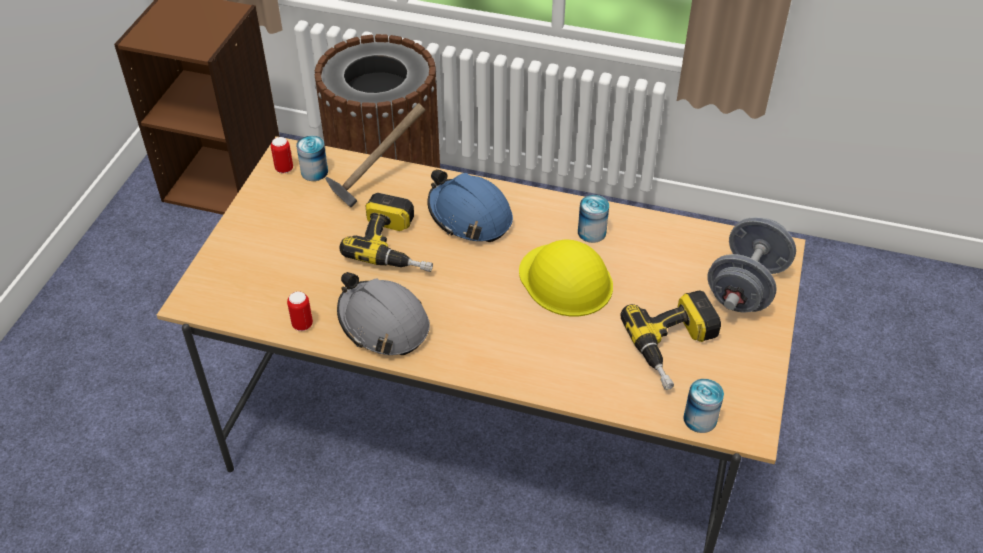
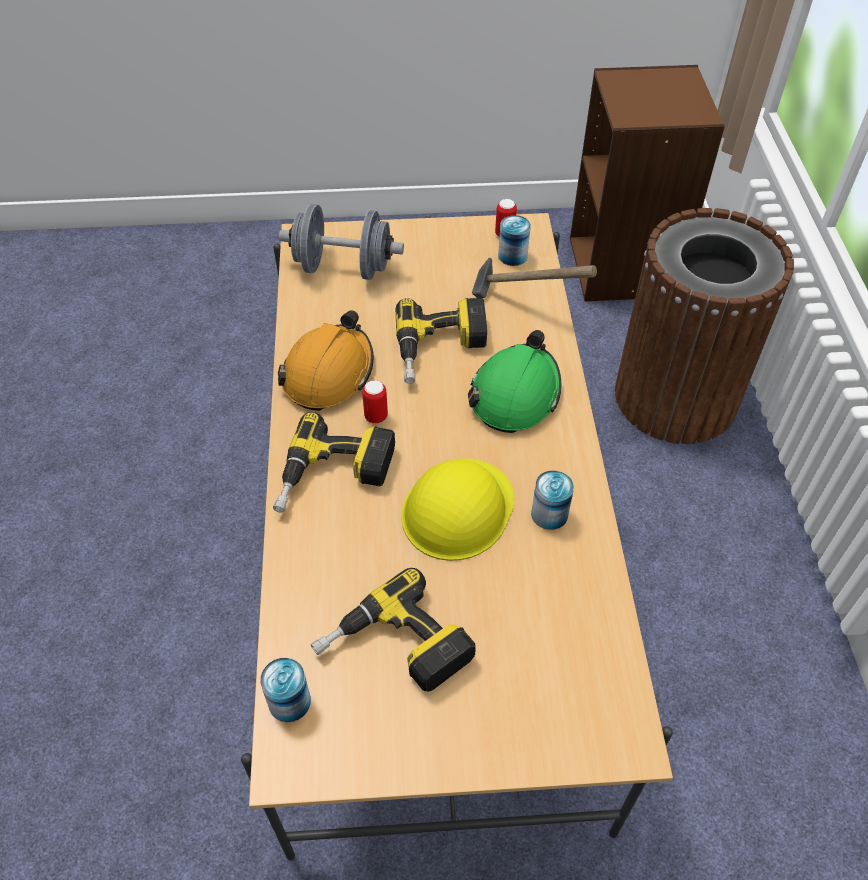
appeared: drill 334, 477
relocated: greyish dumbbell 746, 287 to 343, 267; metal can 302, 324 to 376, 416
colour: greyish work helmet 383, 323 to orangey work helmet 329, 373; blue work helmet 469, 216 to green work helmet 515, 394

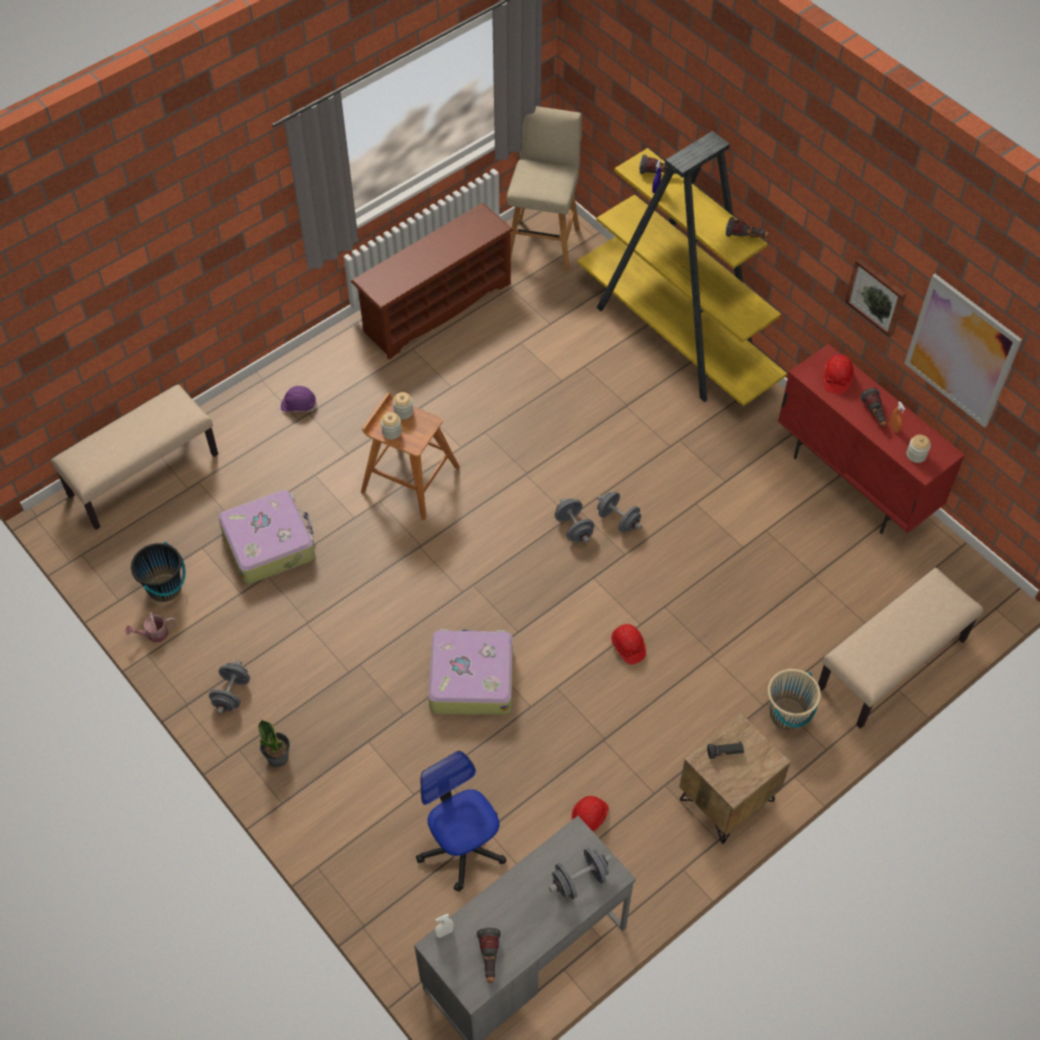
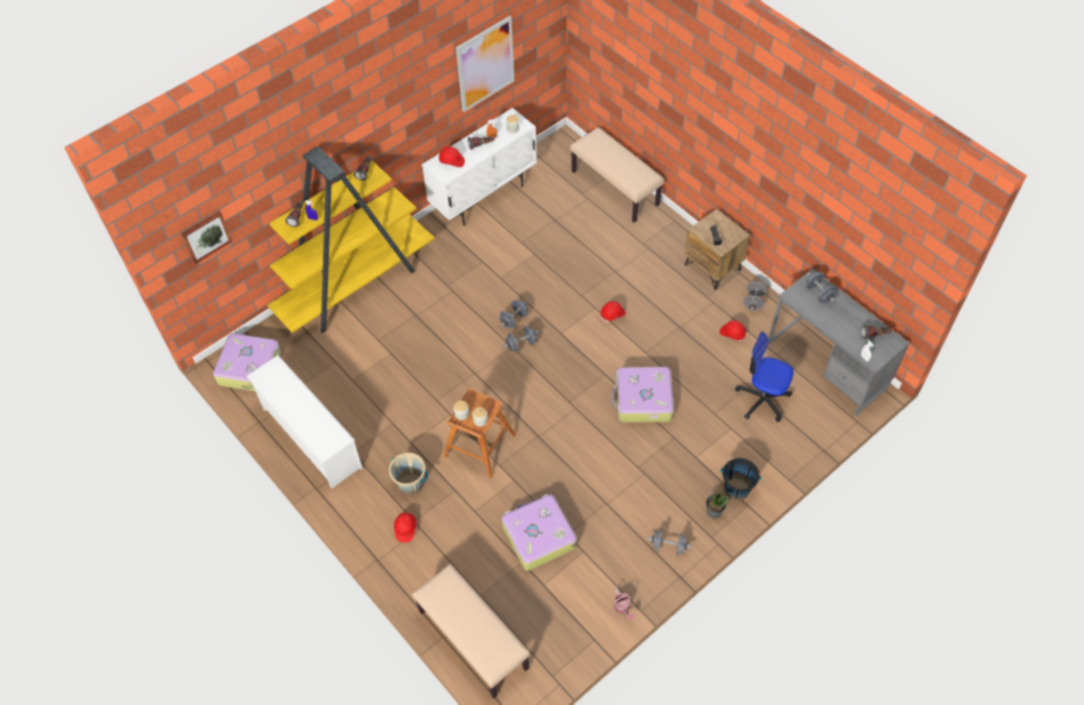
appeared: greyish dumbbell 753, 301
relocated: wall picture 876, 296 to 205, 236; beige-coloured bucket 787, 714 to 411, 483; black-coloured bucket 165, 588 to 736, 489
exchanged: beige-coloured sitting stool 543, 243 to suitcase 251, 368
colour: brownish shoe rack 436, 306 to white-coloured shoe rack 310, 438; purple work helmet 298, 405 to red-coloured work helmet 405, 529; red-coloured cupboard 854, 483 to white-coloured cupboard 484, 197
spun: office chair 462, 847 = 762, 399 60 degrees clockwise

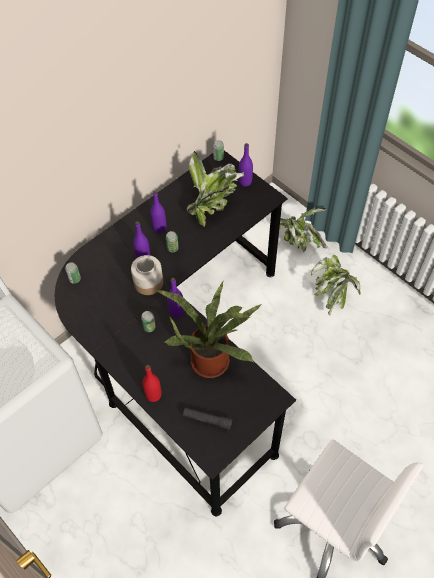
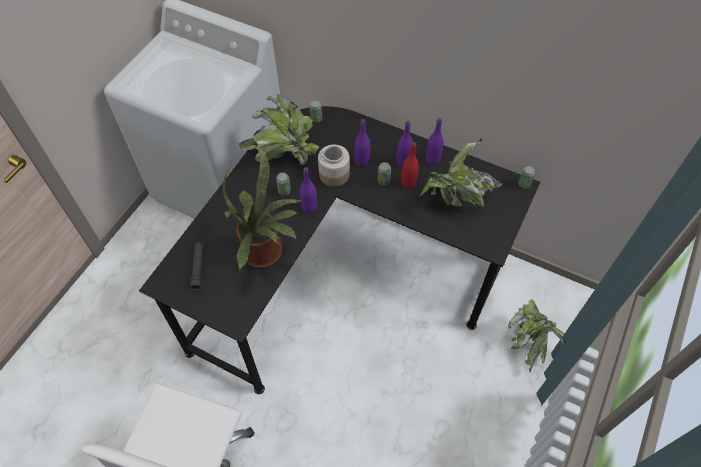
relocated: potted plant 333, 293 to 281, 153; red-coloured beverage bottle 153, 395 to 408, 183; purple beverage bottle 245, 182 to 432, 160

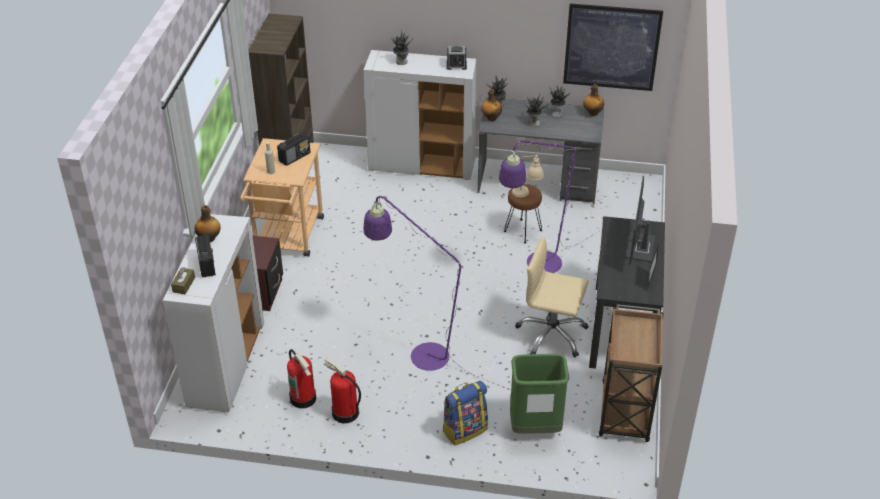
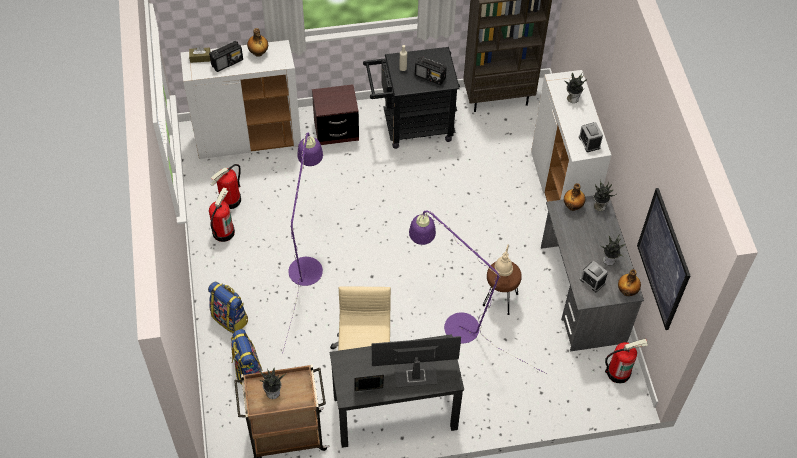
appeared: alarm clock 592, 281; fire extinguisher 618, 372
relocated: potted plant 533, 123 to 273, 392
exchanged: green trash can 535, 428 to rucksack 247, 369
colour: beige-coloured cart 287, 239 to black-coloured cart 411, 126

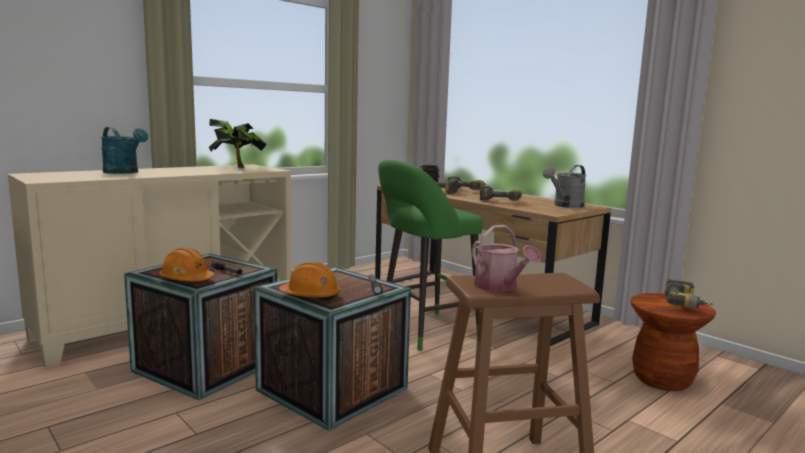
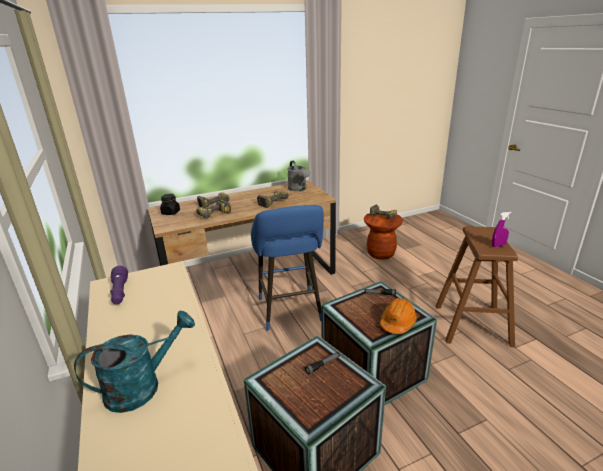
missing: orangey work helmet 186, 280
exchanged: potted plant 237, 166 to purple hand torch 120, 292; sprinkling can 499, 287 to purple spray bottle 498, 245
colour: green sitting stool 423, 331 to blue sitting stool 290, 312

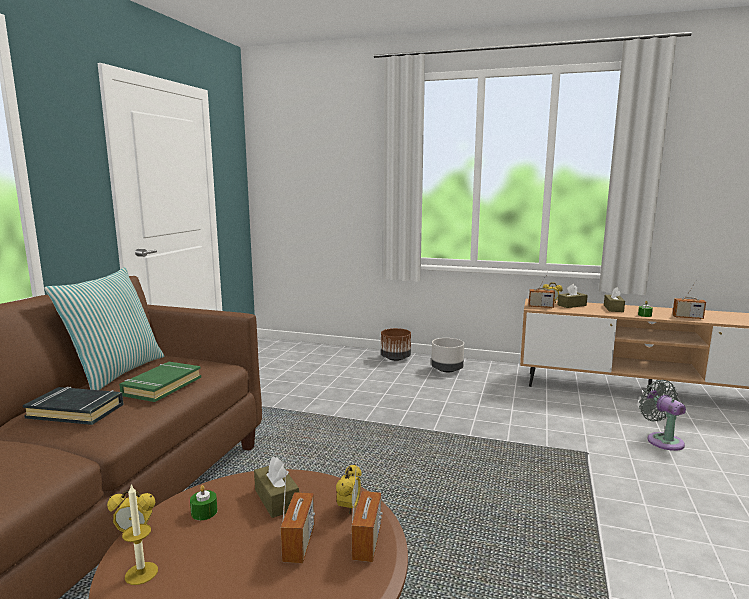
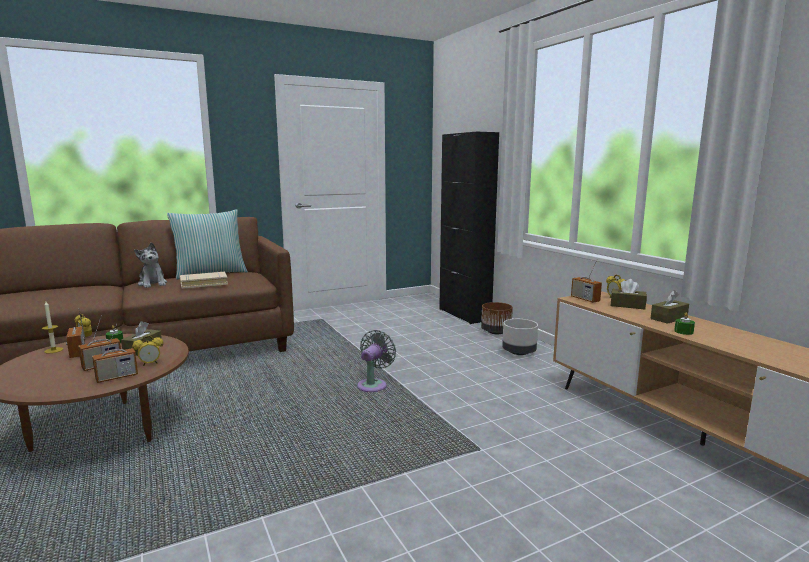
appeared: black-coloured cupboard 464, 314
relocated: radio receiver 687, 317 to 77, 352; greyish cooling fan 662, 440 to 373, 385
exchanged: black-coloured book 76, 411 to cuddly toy 153, 284
colour: green book 162, 386 to beige-coloured book 204, 283

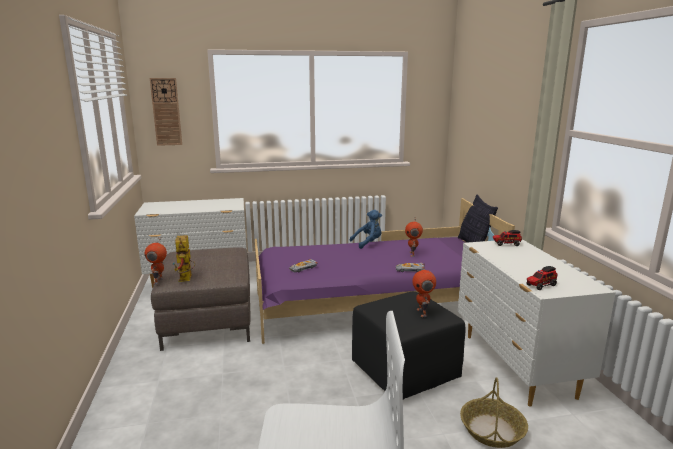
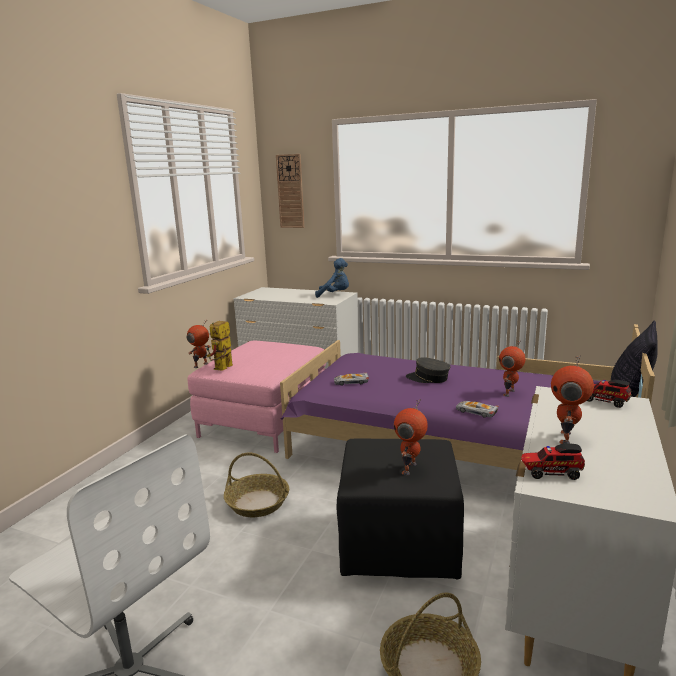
appeared: basket 258, 503; greyish peaked cap 428, 378; model robot 567, 438
relocated: blue cuddly toy 368, 243 to 335, 295
colour: brownish ottoman 209, 320 to pink ottoman 265, 420

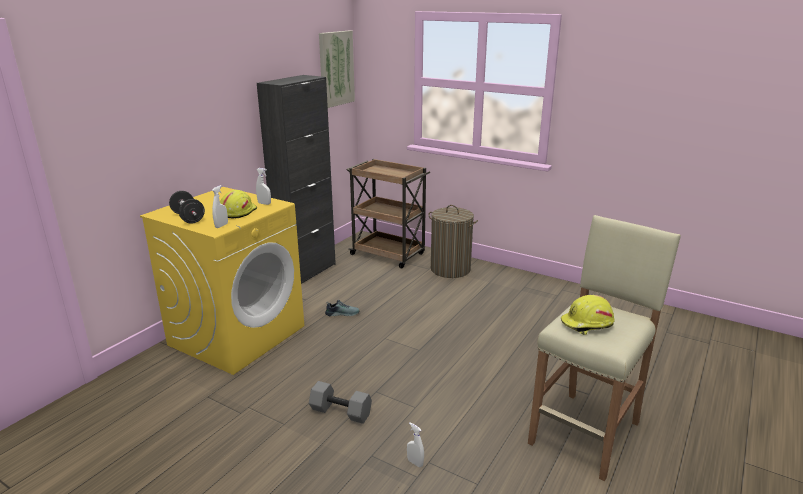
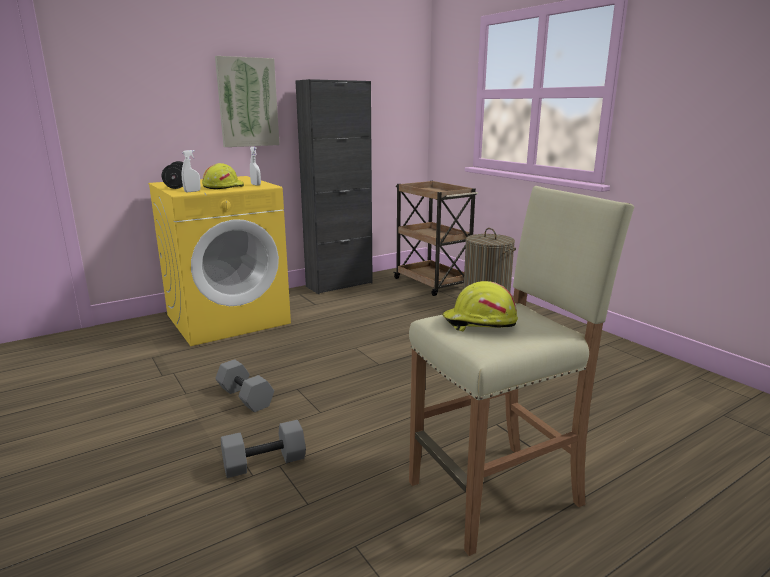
missing: low shoe 342, 313
relocated: wall picture 336, 68 to 247, 102
exchanged: white-coloured spray bottle 415, 462 to greyish dumbbell 265, 461

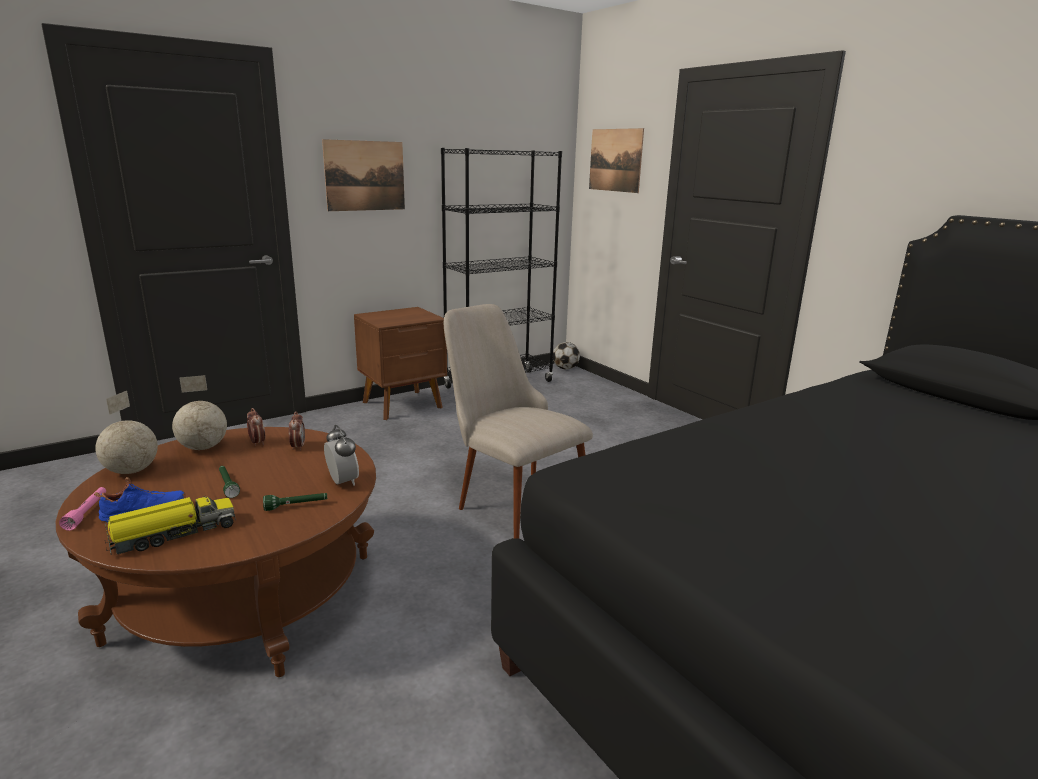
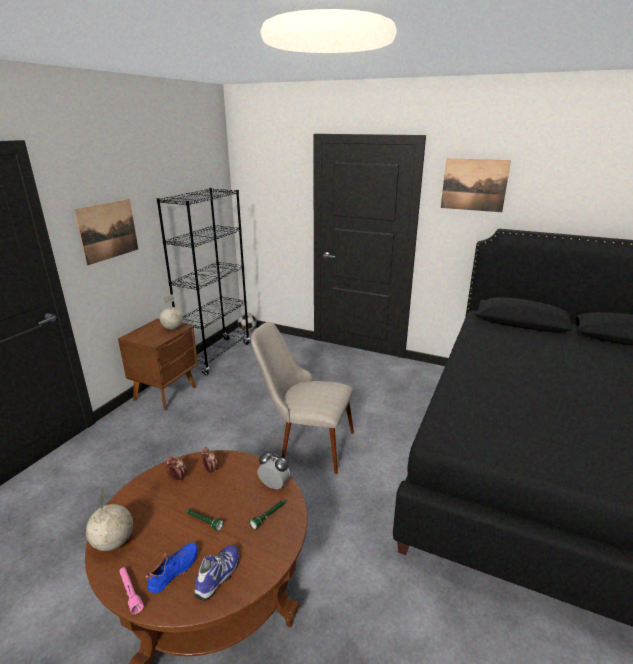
relocated: desk globe 203, 447 to 172, 328; wall picture 615, 160 to 474, 185
exchanged: model truck 173, 535 to low shoe 219, 576

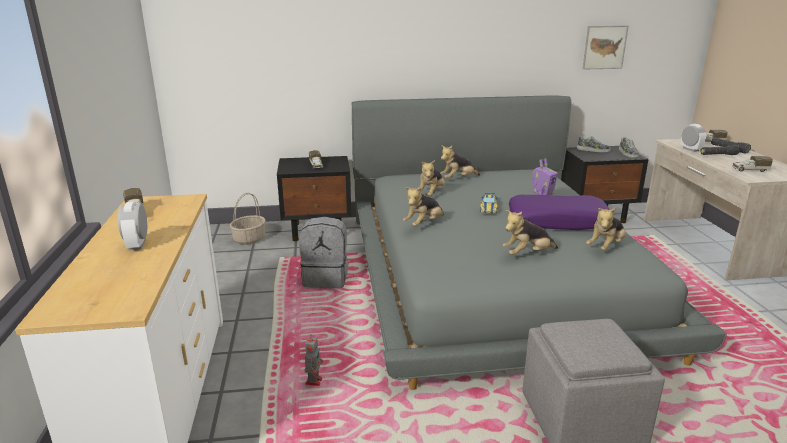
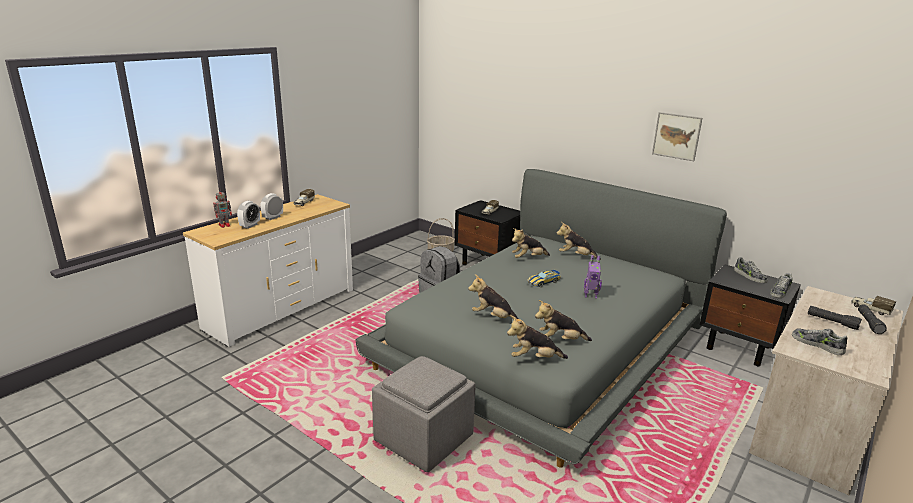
missing: purple cushion 557, 221
relocated: model robot 314, 381 to 225, 225; alarm clock 690, 149 to 250, 226; cuddly toy 424, 224 to 534, 358; wall picture 604, 47 to 676, 136
exchanged: model truck 749, 170 to low shoe 817, 344

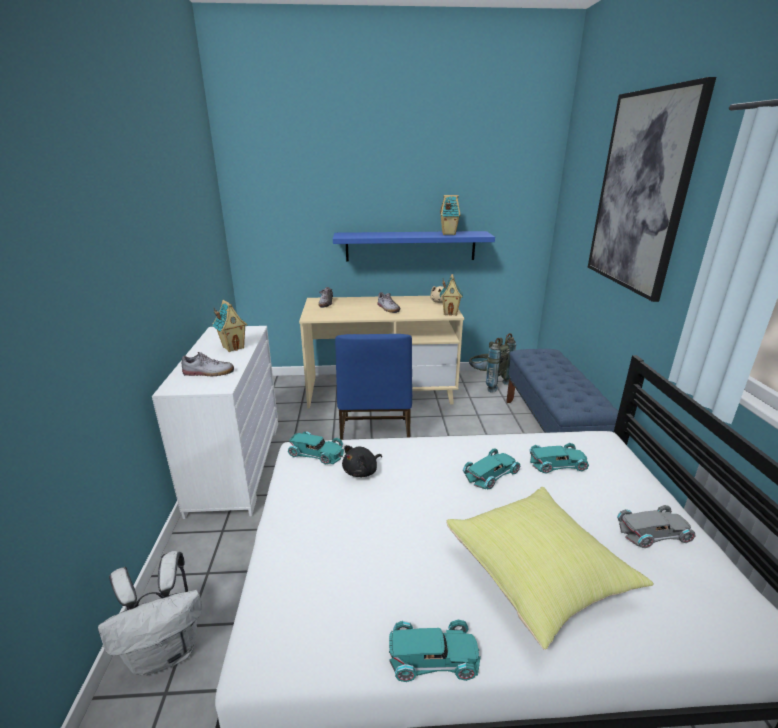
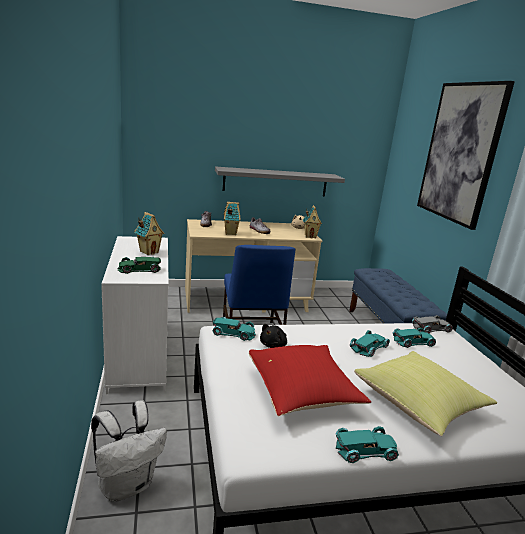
missing: greyish rucksack 487, 383
appeared: red-coloured cushion 303, 394
relocated: model house 448, 234 to 230, 233; greyish model car 654, 532 to 432, 328
exchanged: low shoe 208, 372 to green model car 139, 269
colour: blue bracket shelf 410, 246 to greyish bracket shelf 275, 182

